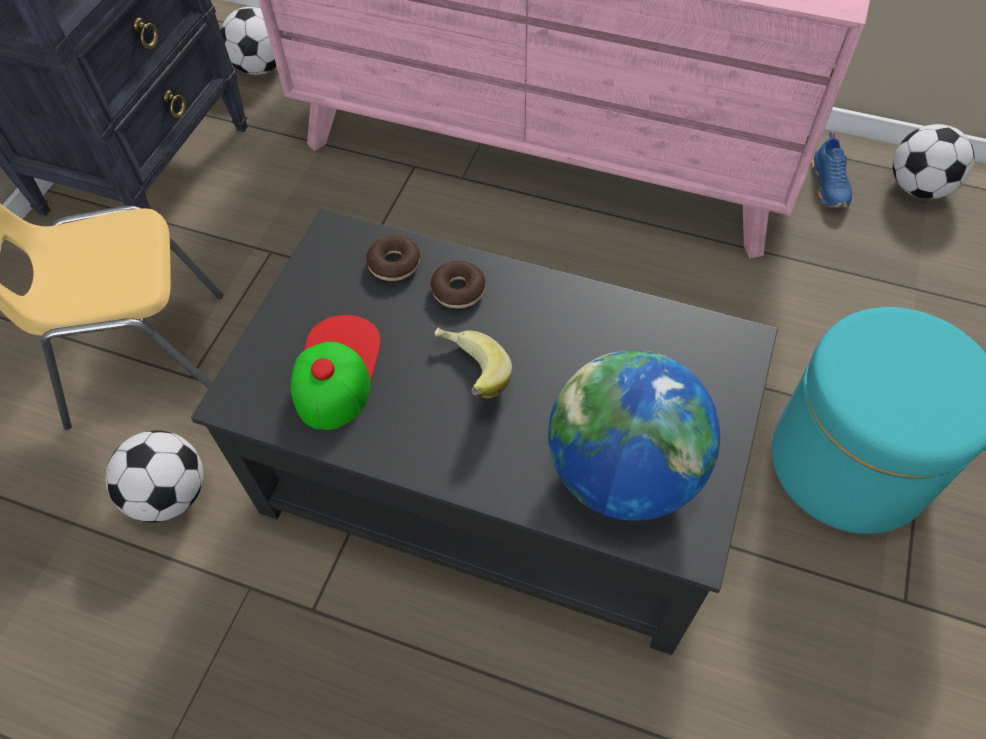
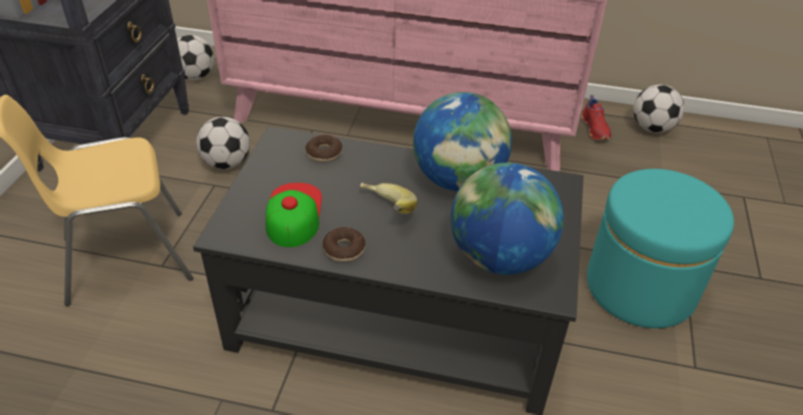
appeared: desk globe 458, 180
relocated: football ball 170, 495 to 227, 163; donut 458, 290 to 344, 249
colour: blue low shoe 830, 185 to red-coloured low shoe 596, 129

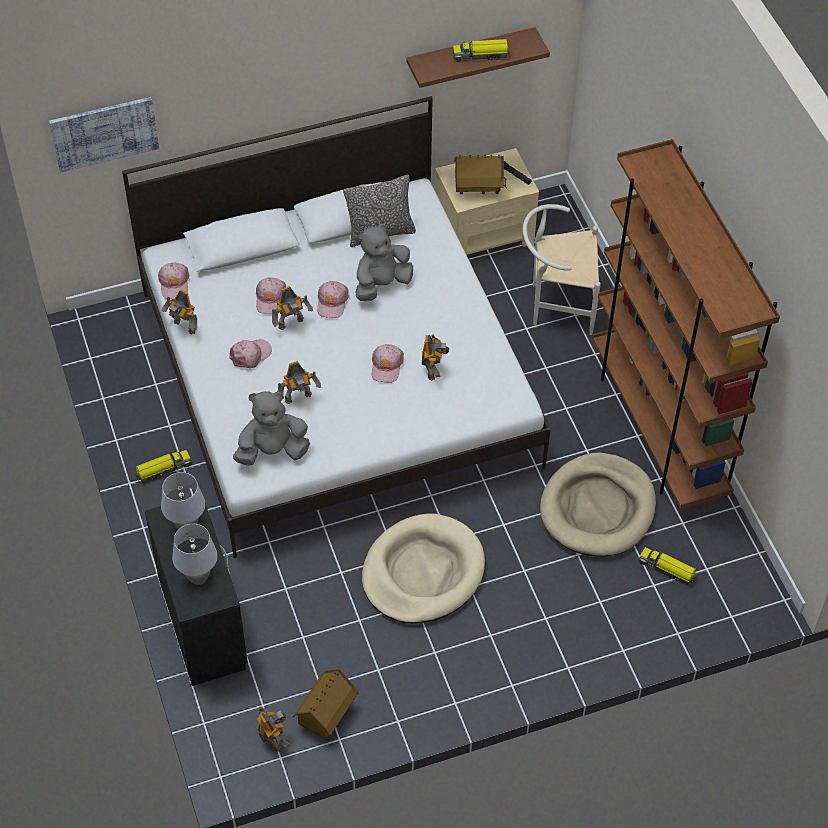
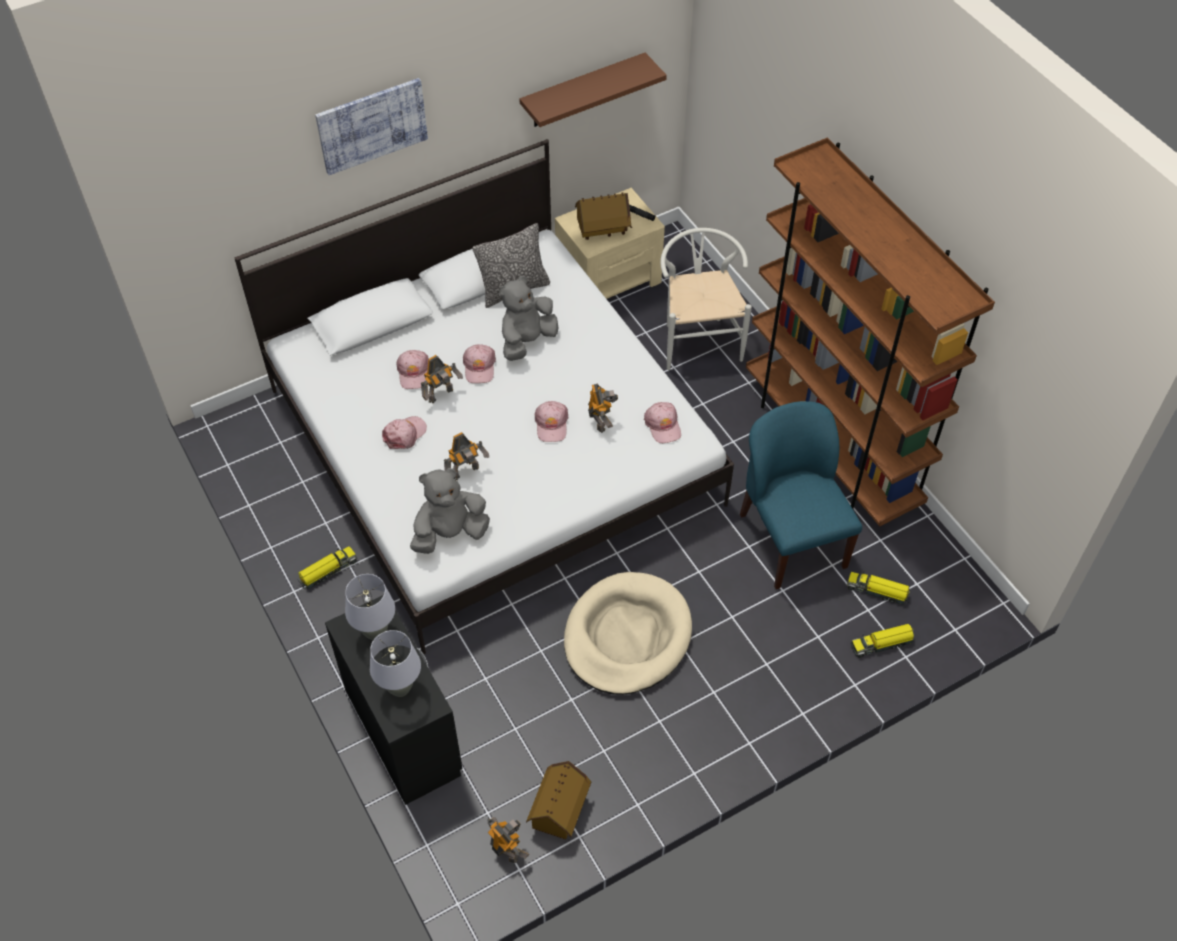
missing: model robot 184, 327
relocated: wall picture 104, 133 to 372, 125; pink peaked cap 174, 284 to 663, 425; model truck 481, 55 to 882, 644
exchanged: beige-coloured dog bed 598, 508 to blue chair 791, 539
spun: white-coloured chair 556, 304 = 698, 339 90 degrees clockwise

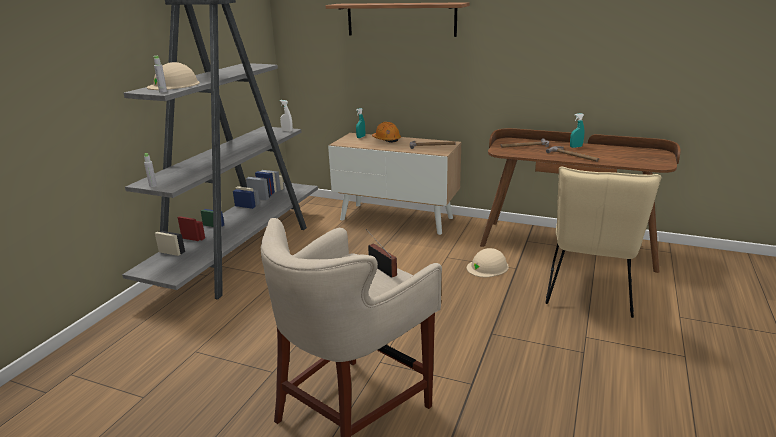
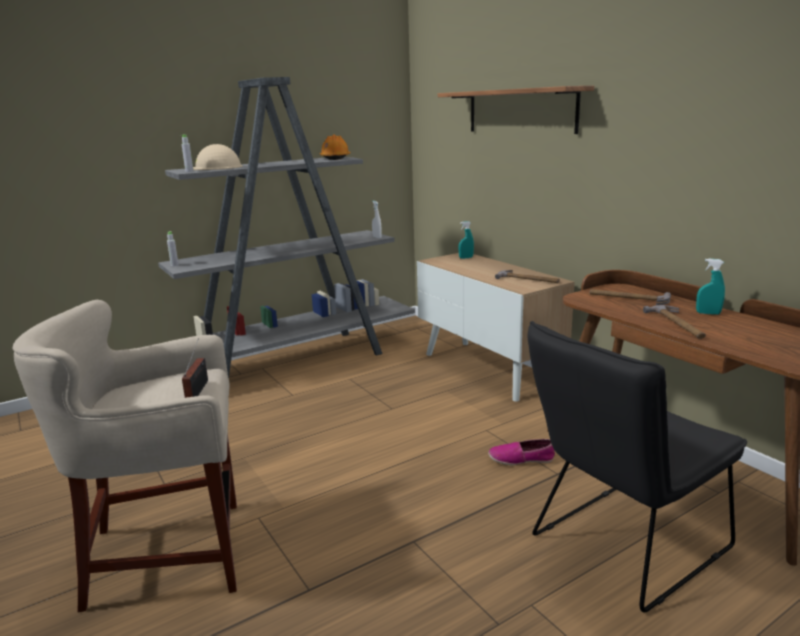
relocated: orangey work helmet 386, 139 to 335, 158
exchanged: beige-coloured work helmet 487, 267 to low shoe 521, 459
colour: beige-coloured chair 588, 293 to black-coloured chair 621, 546

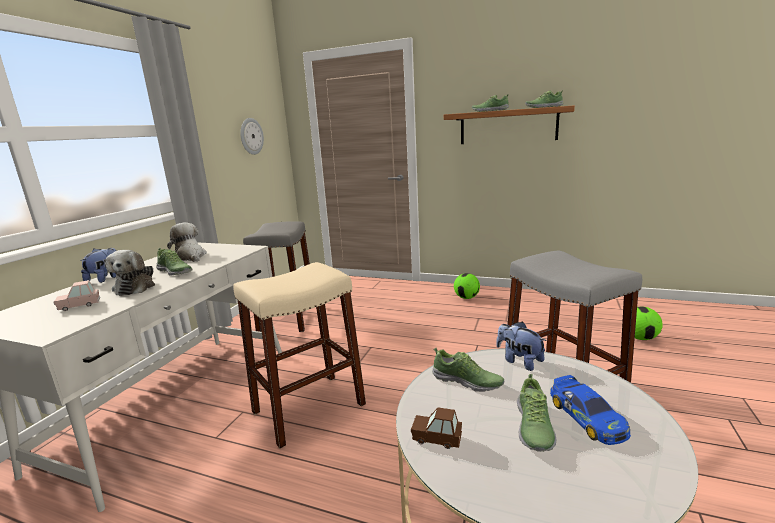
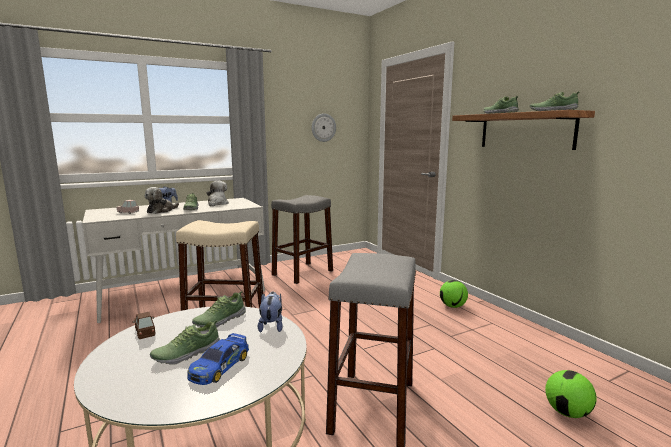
spun: low shoe 467, 381 = 220, 320 60 degrees clockwise

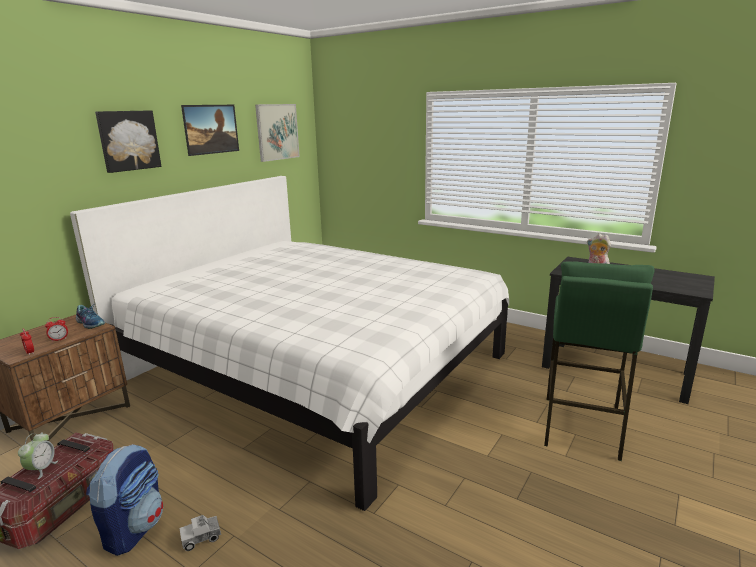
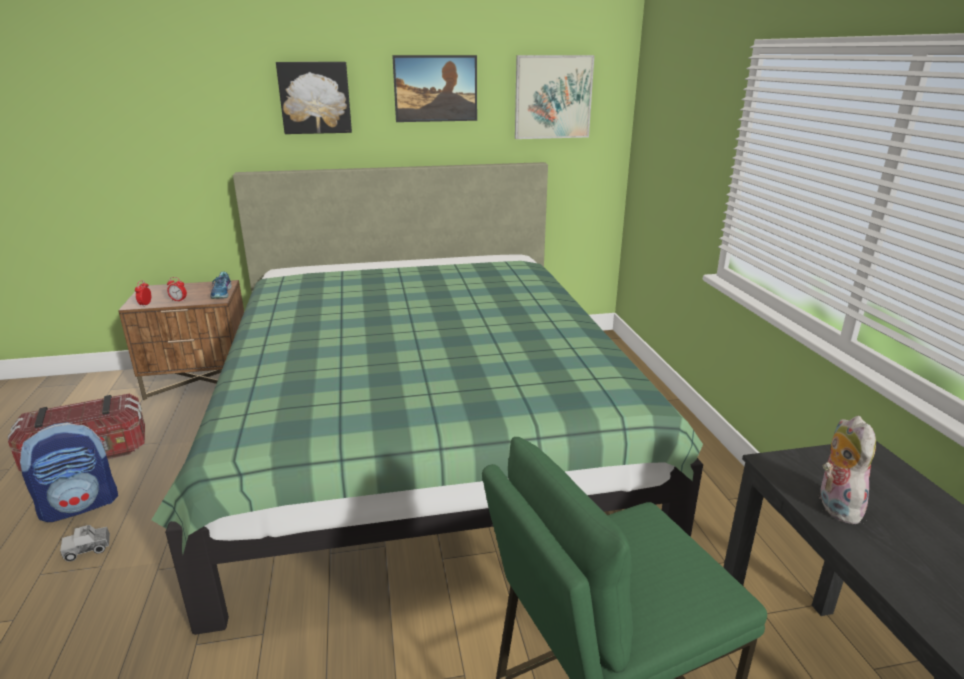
missing: alarm clock 41, 469
colour: white-coloured bed 316, 369 to green bed 422, 438
spun: model truck 201, 538 = 88, 549 45 degrees counterclockwise

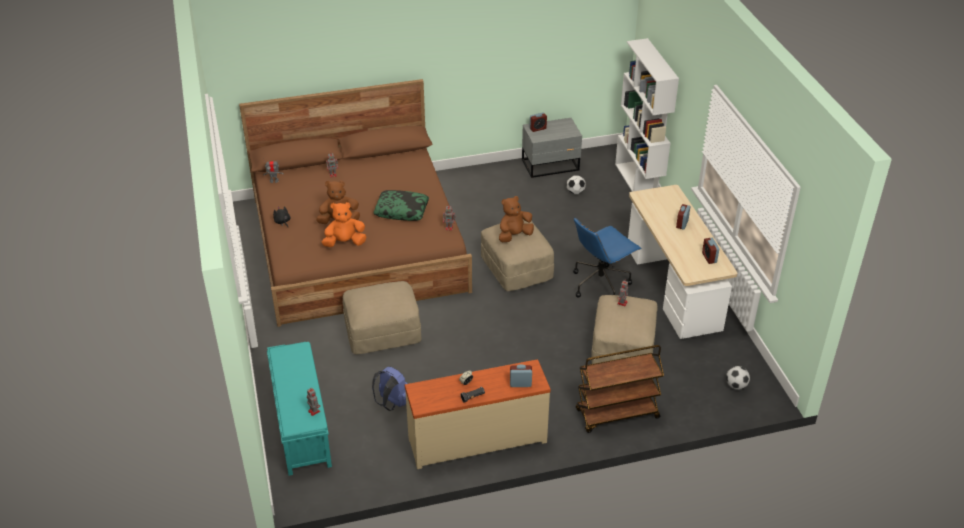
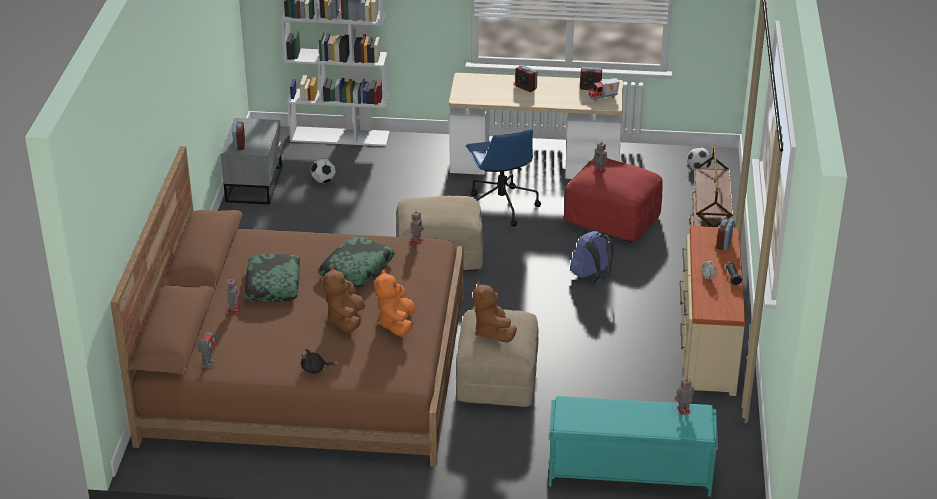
appeared: cushion 273, 285; model truck 603, 97
relocated: brownish cuddly toy 514, 236 to 493, 332; blue rucksack 392, 403 to 591, 277
colour: beige-coloured ottoman 623, 348 to red-coloured ottoman 613, 219

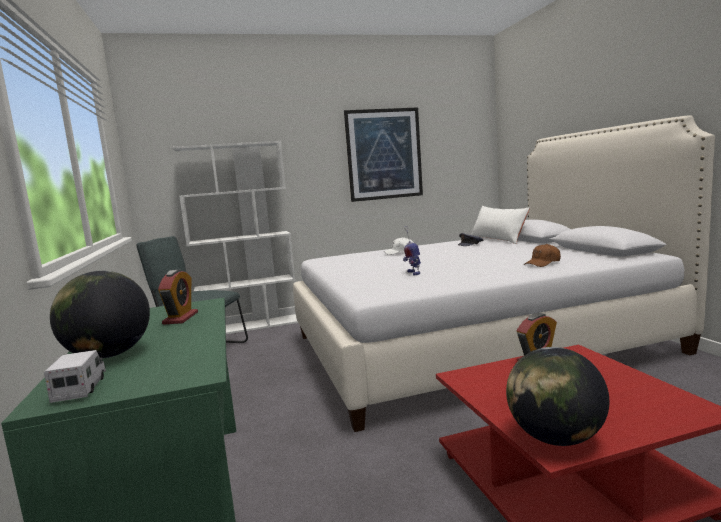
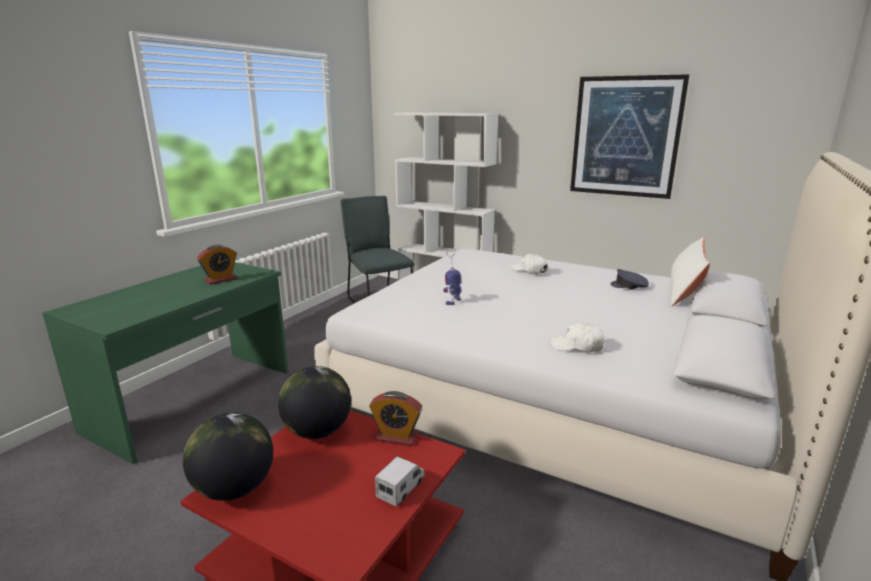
relocated: desk globe 109, 355 to 317, 431; model truck 81, 389 to 401, 488
colour: brownish peaked cap 543, 263 to white-coloured peaked cap 577, 346

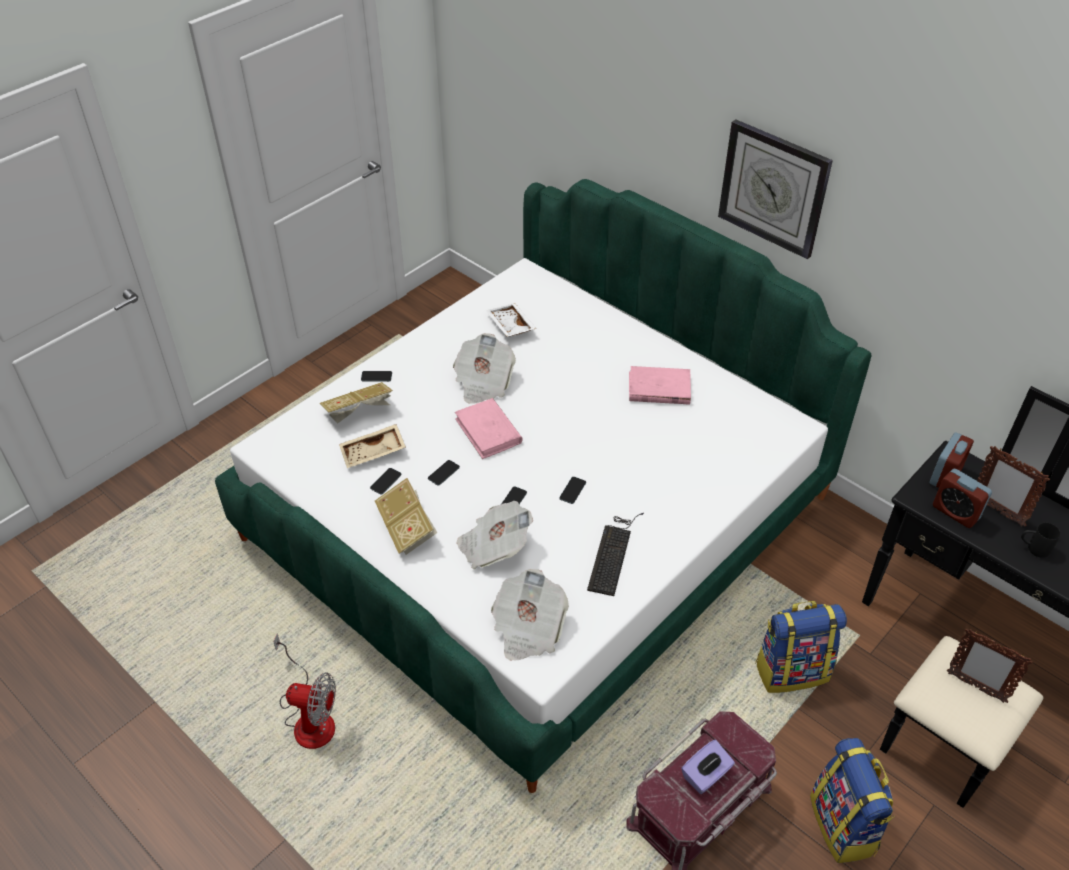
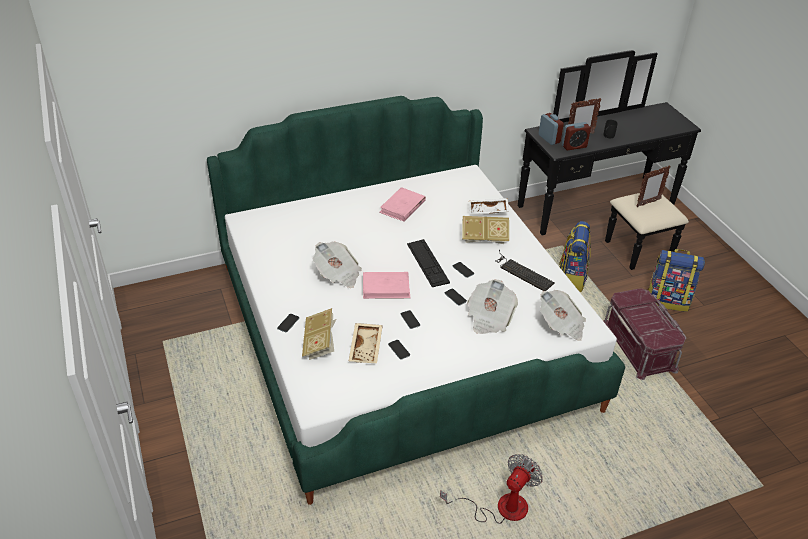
missing: purple box of tissues 706, 775; wall clock 773, 188
appeared: PC keyboard 427, 263
relocated: book 407, 528 to 484, 238; white-coloured tray 509, 326 to 488, 211

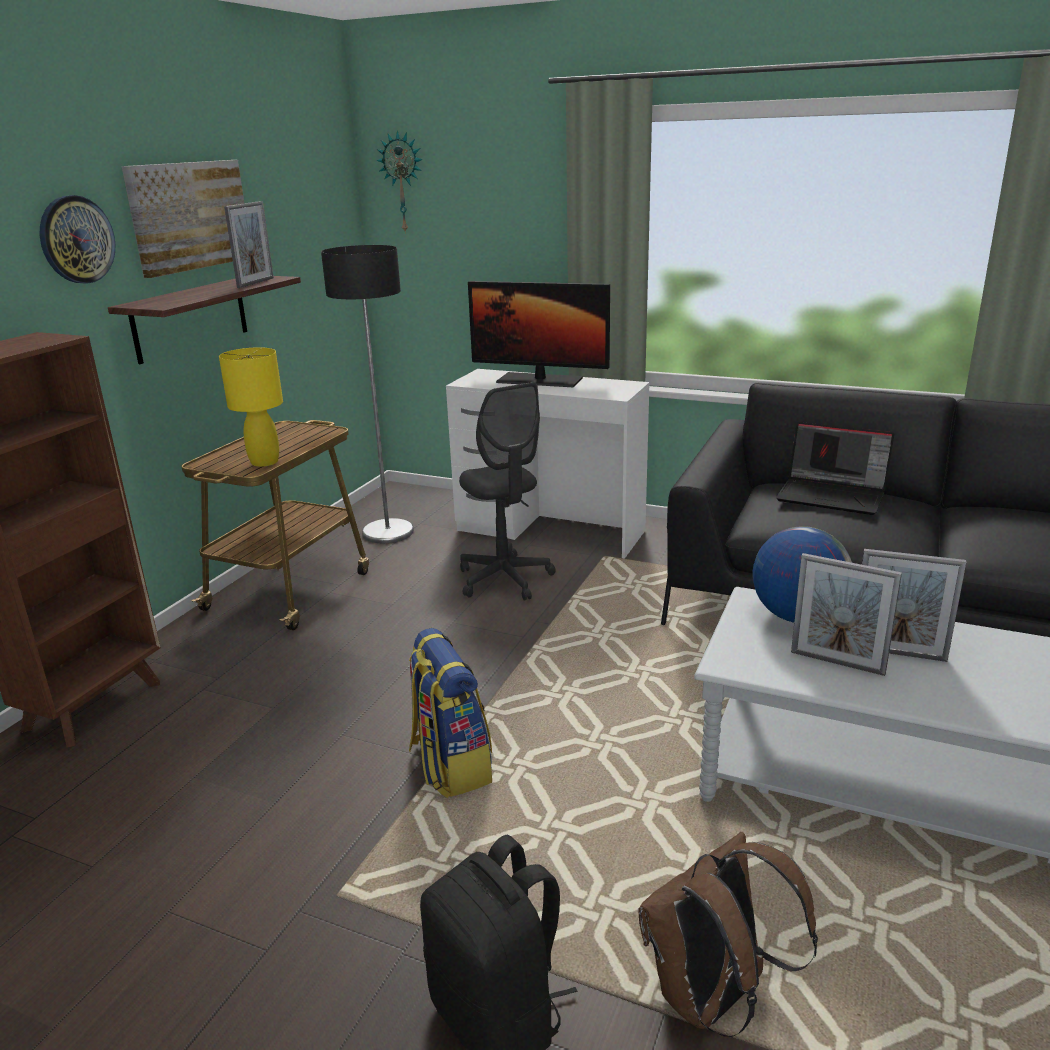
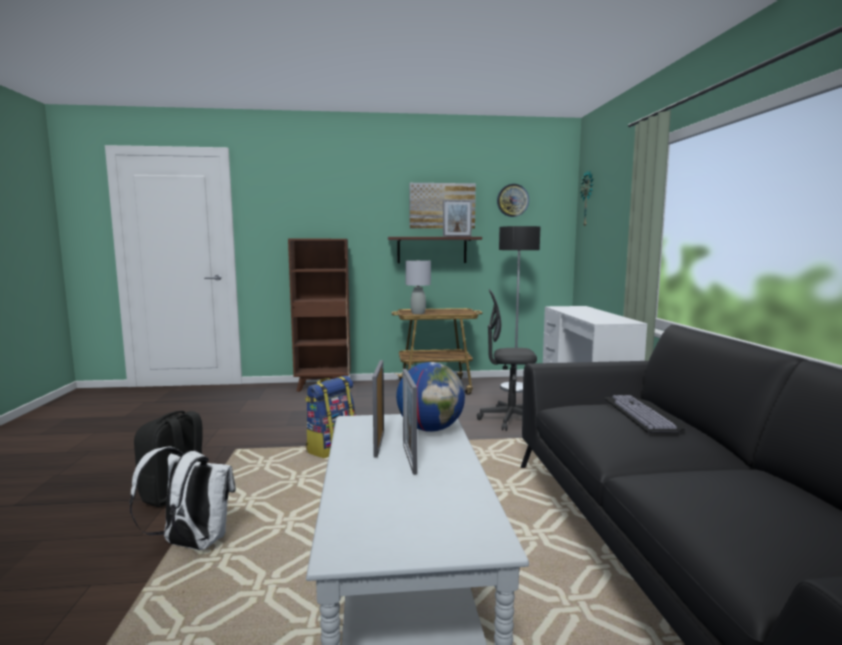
missing: computer screen 539, 380
relocated: wall clock 76, 240 to 512, 200
exchanged: portable computer 833, 495 to PC keyboard 646, 414
colour: brownish rucksack 713, 999 to white-coloured rucksack 191, 544; yellowish tabletop lamp 264, 462 to greyish tabletop lamp 418, 313
spun: greyish office chair 504, 579 = 509, 420 60 degrees clockwise

